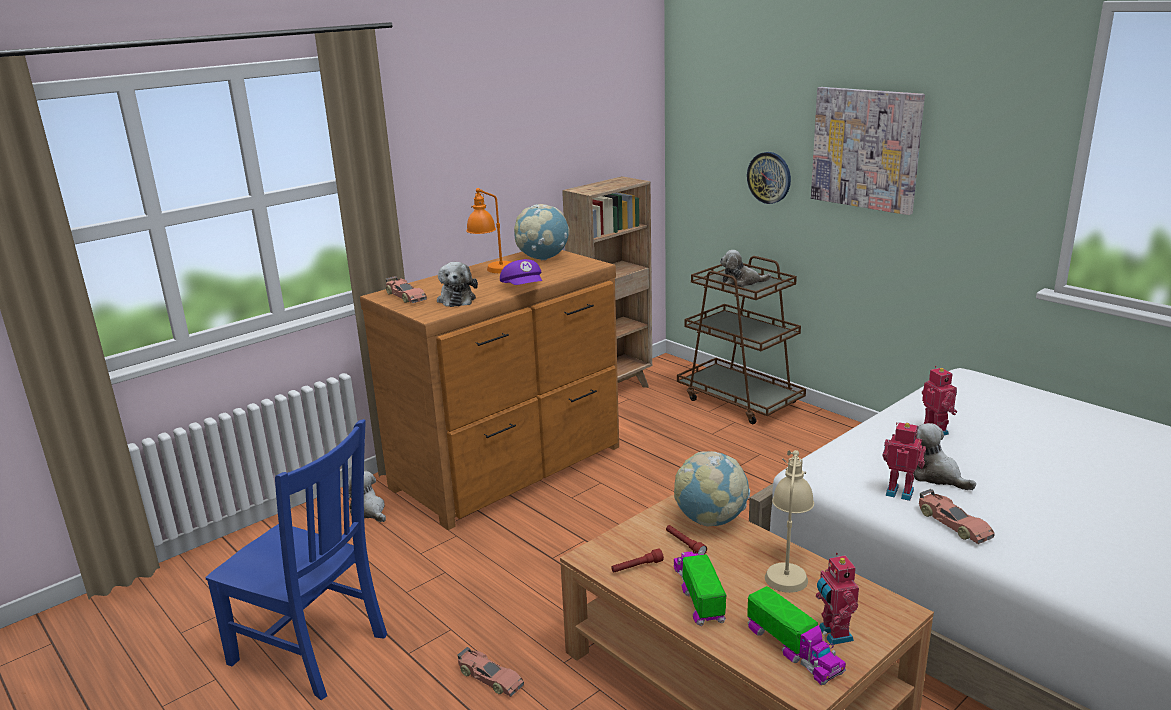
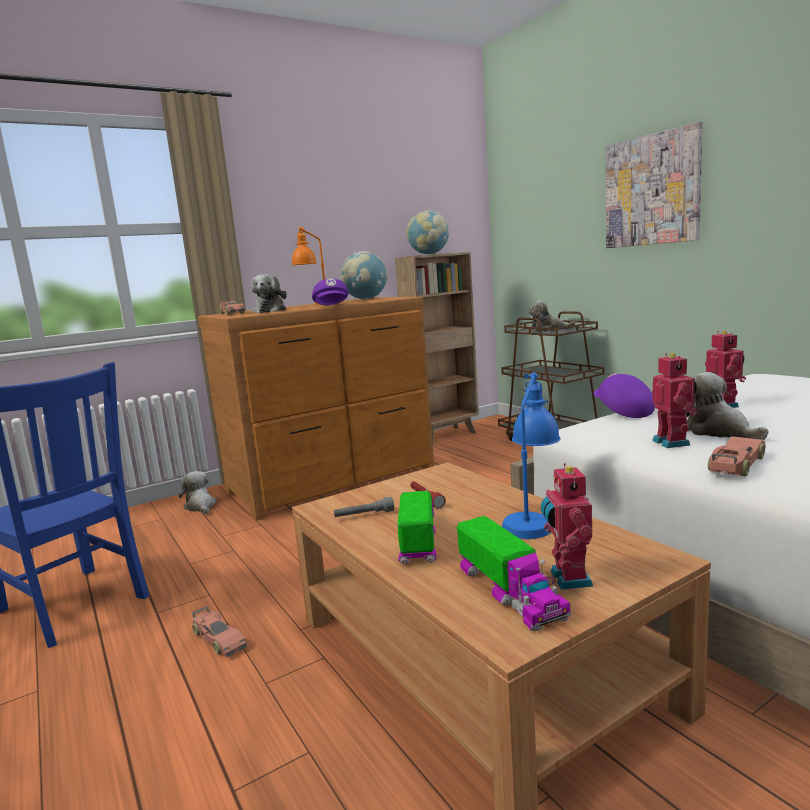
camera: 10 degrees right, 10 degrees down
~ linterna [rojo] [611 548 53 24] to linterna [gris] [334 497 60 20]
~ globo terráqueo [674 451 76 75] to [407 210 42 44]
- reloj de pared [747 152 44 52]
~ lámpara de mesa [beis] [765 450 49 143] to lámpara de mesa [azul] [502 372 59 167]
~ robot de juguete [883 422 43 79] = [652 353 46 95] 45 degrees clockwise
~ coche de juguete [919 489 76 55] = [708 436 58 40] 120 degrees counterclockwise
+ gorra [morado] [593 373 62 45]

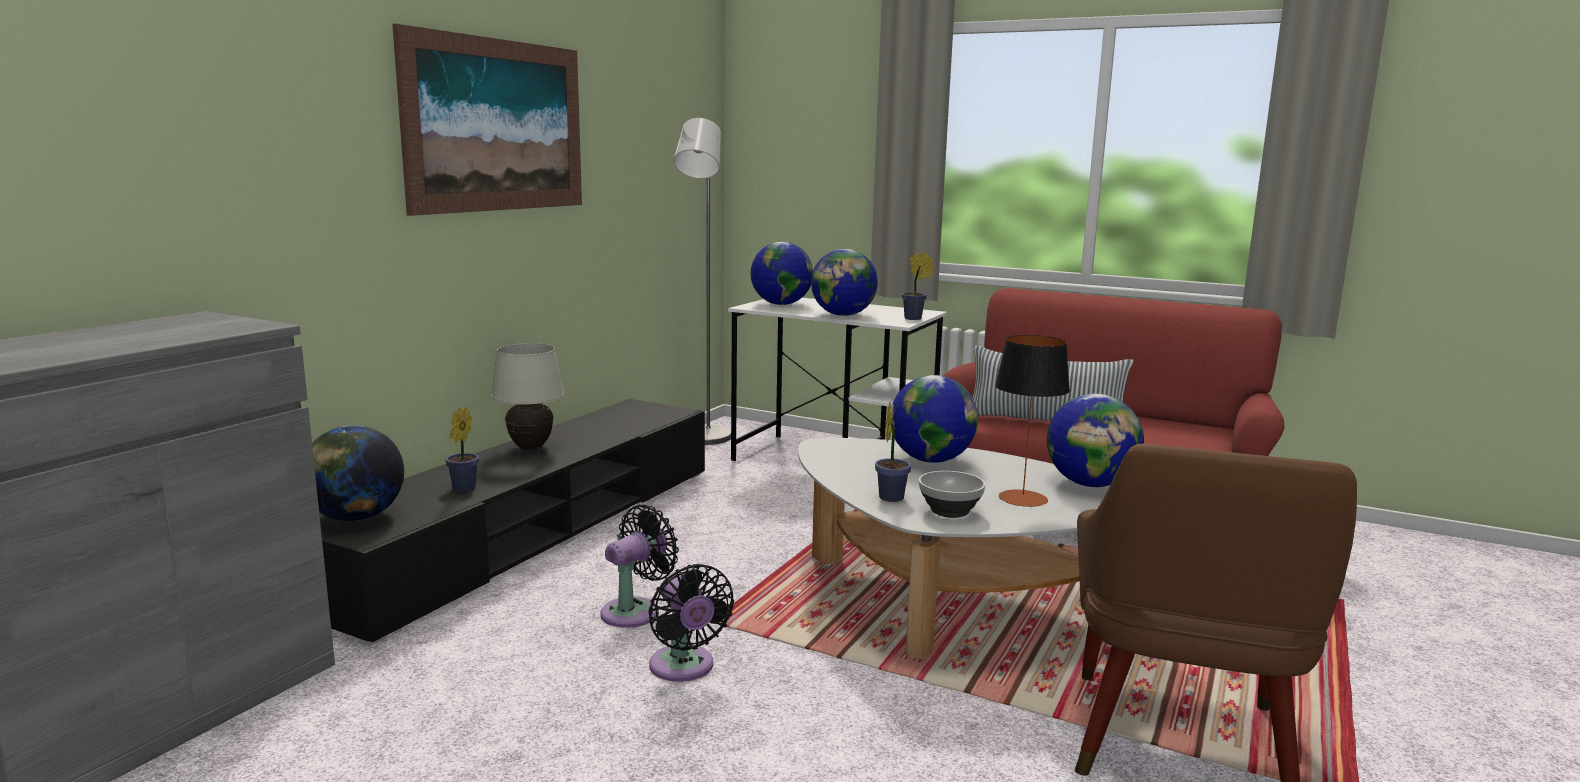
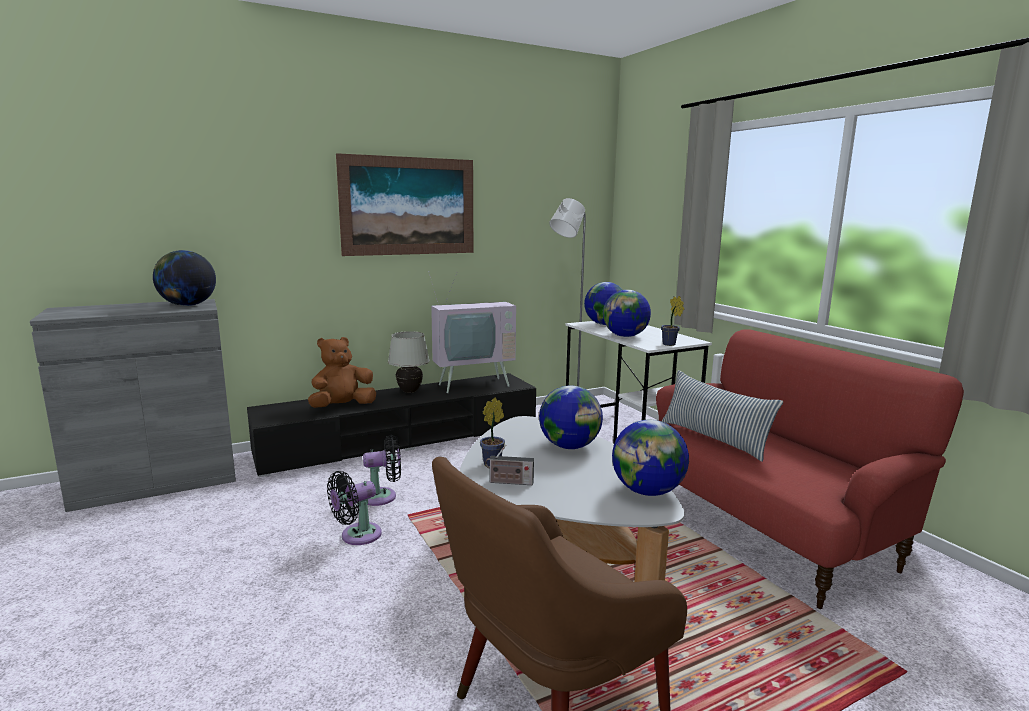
camera: 35 degrees right, 0 degrees up
~ globo terráqueo [312 425 92 96] to [153 250 63 56]
~ planta en maceta [445 407 34 84] to peluche [marrón] [308 337 68 71]
~ ventilador [negro] [649 564 85 118] = [327 471 55 74] 45 degrees clockwise
~ cuenco [919 471 66 47] to radio [485 445 49 40]
- lámpara de mesa [995 335 75 172]
+ televisor [428 271 88 122]

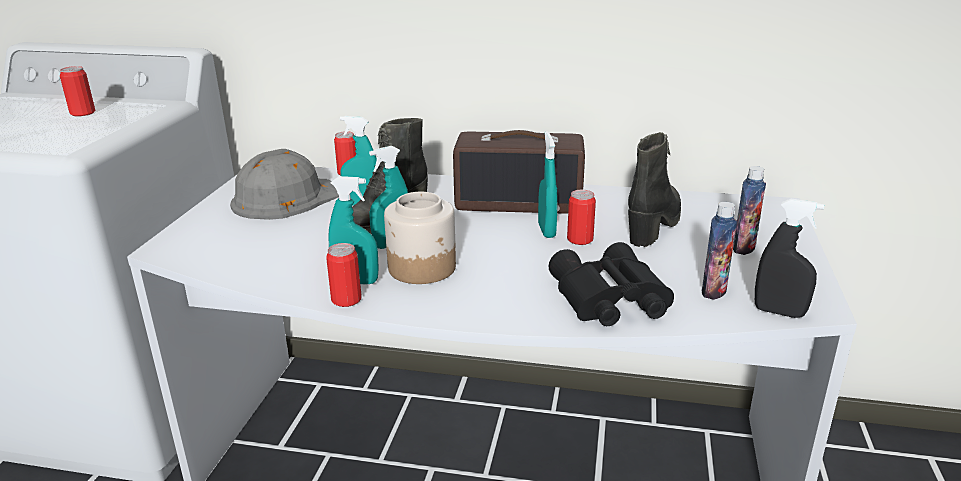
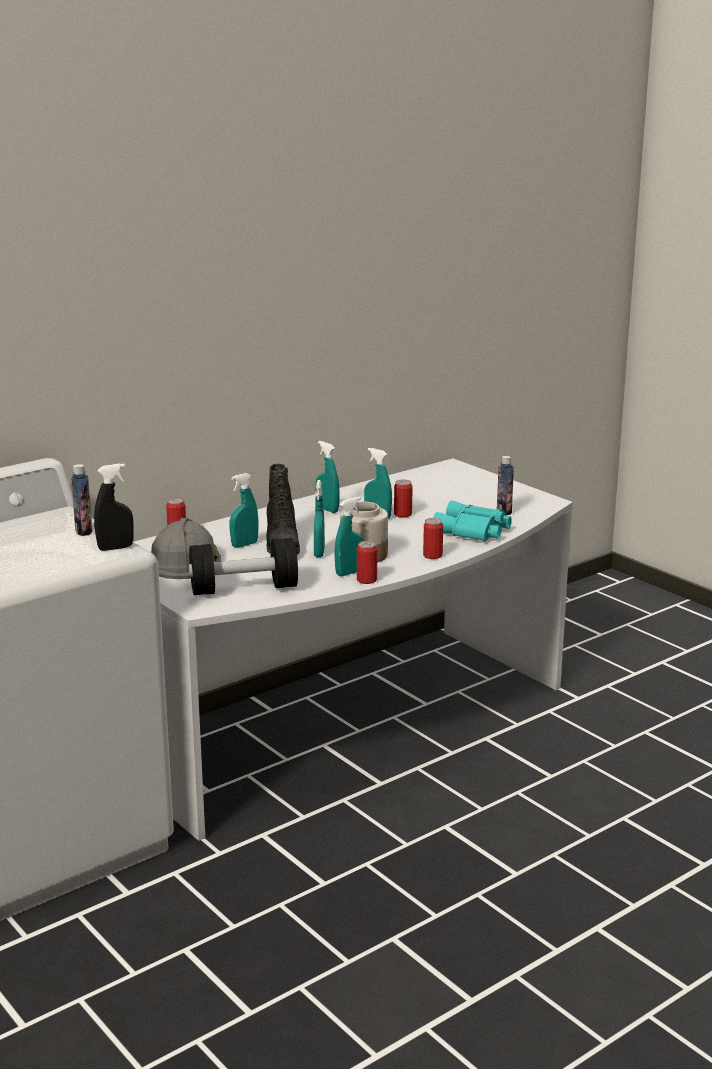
camera: 50 degrees left, 5 degrees down
~ lata [60 66 35 50] to [423 518 20 41]
~ radio [453 130 132 84] to pulverizador [turquesa] [315 441 25 72]
~ prismáticos [negro] [549 242 125 84] to prismáticos [turquesa] [433 500 79 41]
- bota [negro] [628 132 53 115]
~ botella [733 166 33 89] to [71 464 21 72]
~ pulverizador [negro] [755 199 69 119] to [94 464 39 87]
+ mancuerna [negro] [189 538 109 57]

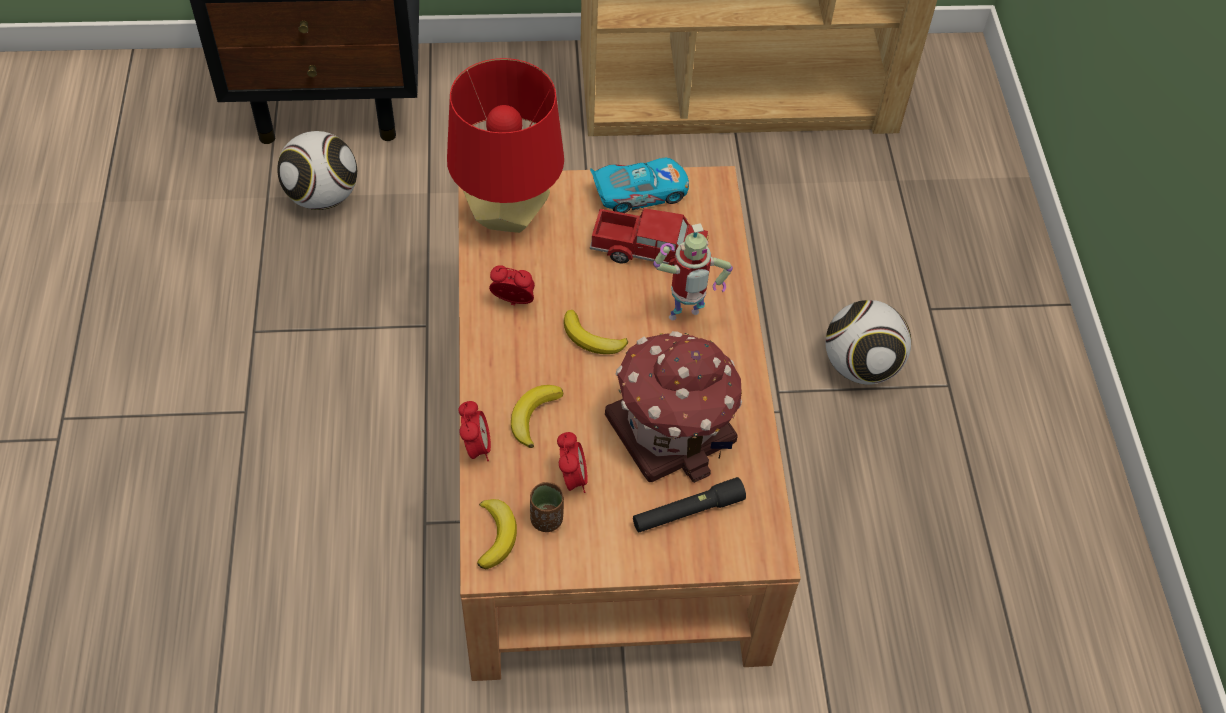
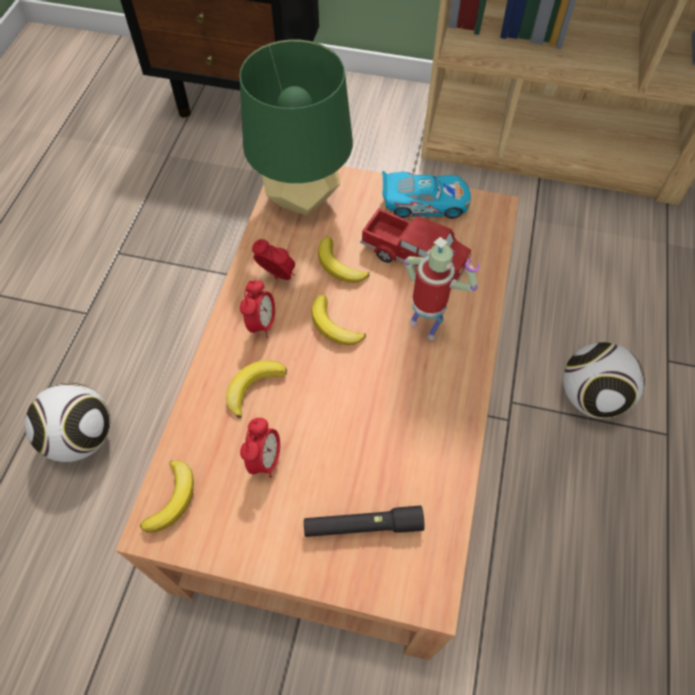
camera: 20 degrees right, 5 degrees up
~ balón de fútbol [277 131 80 79] to [25 383 85 79]
~ lámpara de mesa [rojo] [447 58 117 175] to lámpara de mesa [verde] [240 40 113 176]
~ despertador [458 401 33 60] to [240 280 35 58]
- taza [marrón] [530 482 34 50]
- casita [605 331 138 152]
~ robot de juguete [653 223 80 97] = [404 237 76 103] 135 degrees counterclockwise
+ plátano [318 237 51 46]

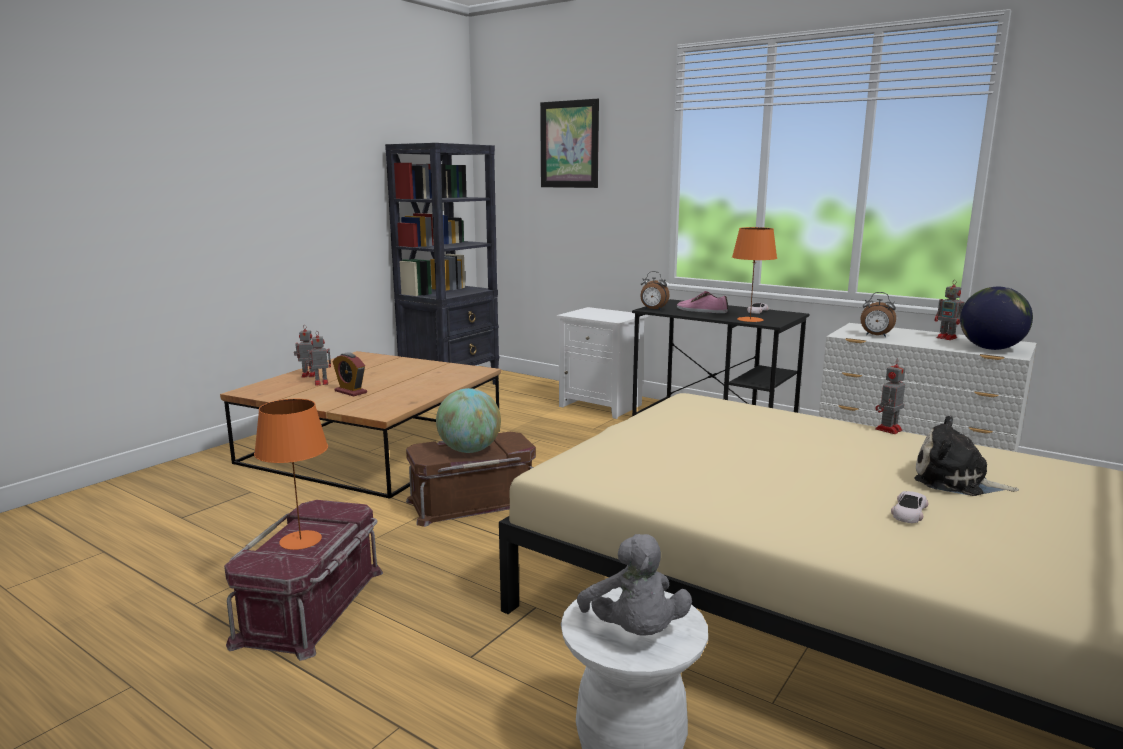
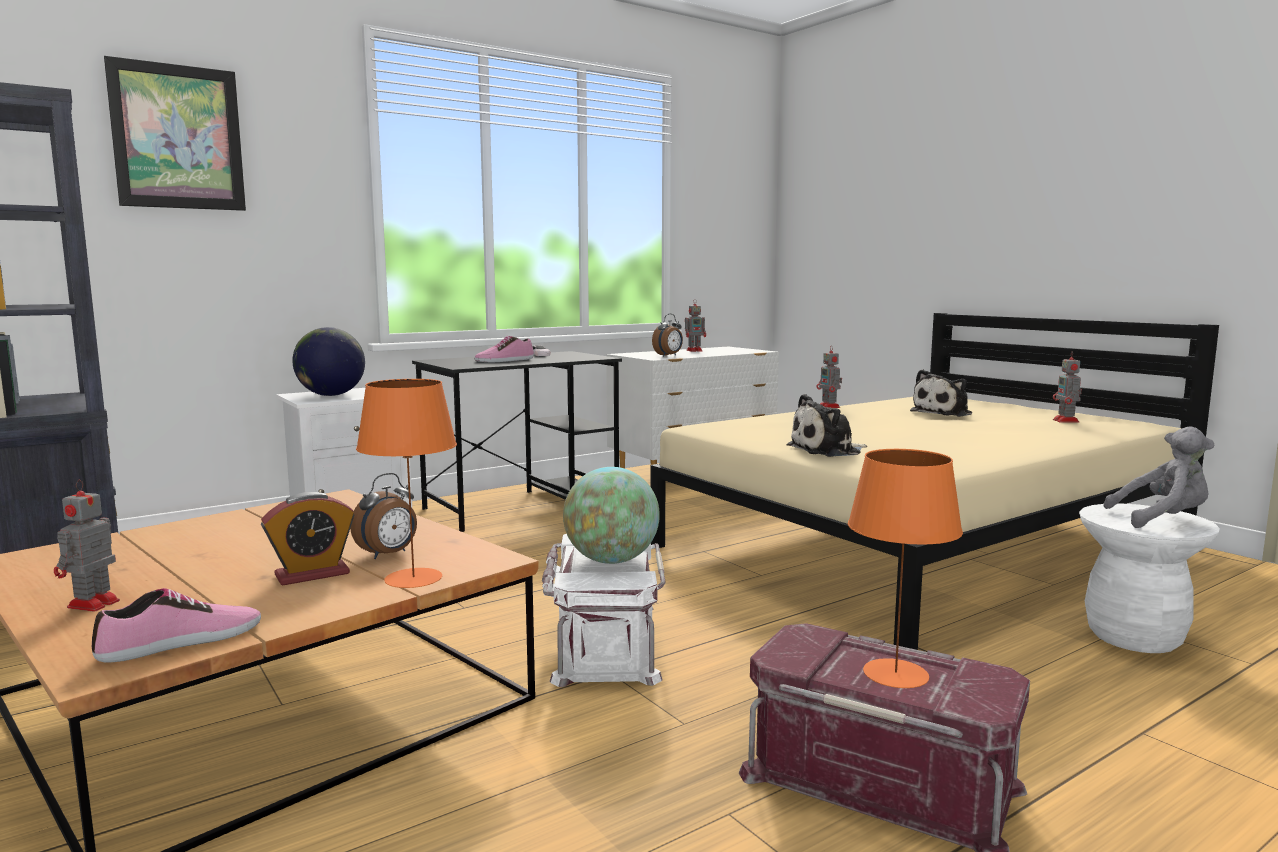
camera: 70 degrees left, 5 degrees down
~ robot de juguete [306 332 25 54] to [1053 351 29 72]
~ caja de almacenaje [marrón] [406 432 130 95] to caja de almacenaje [blanco] [542 534 124 153]
~ despertador [640 271 30 40] to [350 473 67 86]
~ lámpara de mesa [naranja] [732 227 45 95] to [356 379 101 209]
- coche de juguete [blanco] [891 491 38 32]
~ globo terráqueo [960 287 73 63] to [292 327 73 69]
+ zapato [92 588 169 75]
+ peluche [787 394 80 63]

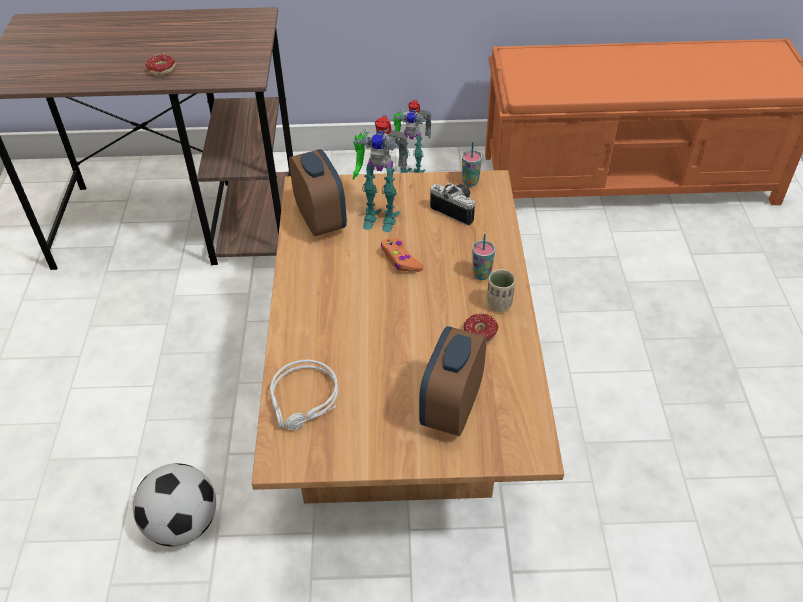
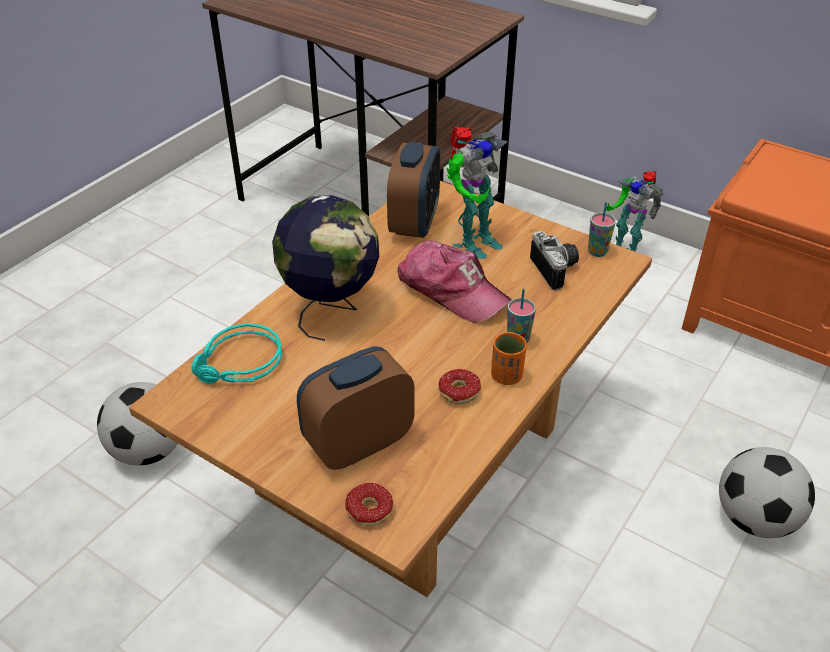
camera: 35 degrees right, 5 degrees down
~ rosquilla [145 55 30 21] to [345 483 49 43]
~ auriculares [gris] [269 360 69 70] to auriculares [turquesa] [192 323 90 61]
~ robot de juguete [352 115 56 117] = [447 126 61 133] 90 degrees counterclockwise
~ mando de consola [naranja] [381 238 43 34] to gorra [397 240 114 83]
~ taza [beis] [487 269 28 43] to taza [naranja] [491 332 36 53]
+ globo terráqueo [272 195 107 146]
+ balón de fútbol [719 447 96 91]

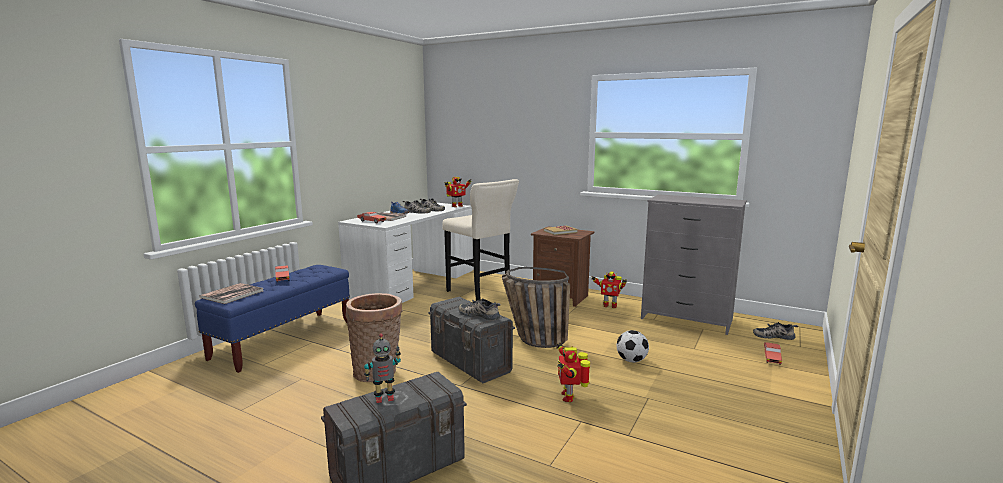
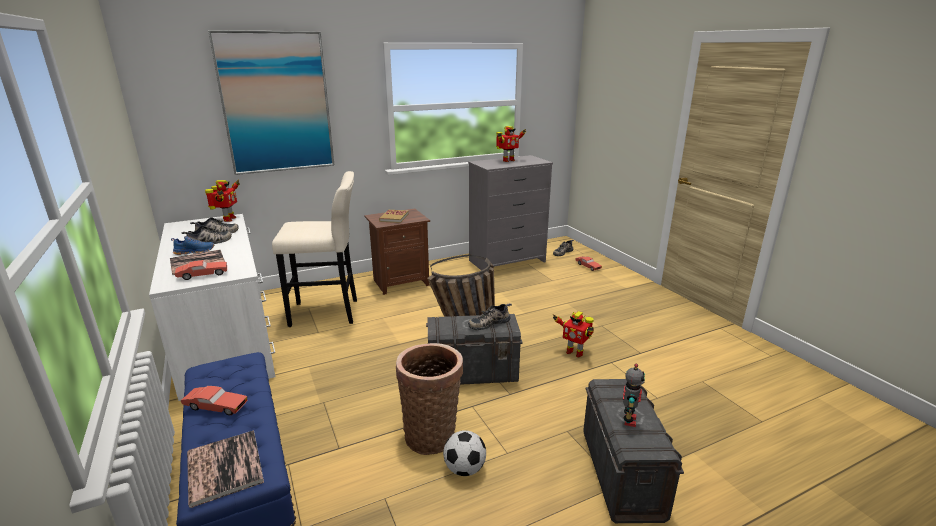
camera: 55 degrees left, 10 degrees up
~ robot de juguete [591 271 36 37] to [496 126 30 36]
~ balón de fútbol [617 330 32 32] to [443 430 43 46]
+ cuadro [208 30 126 145]

